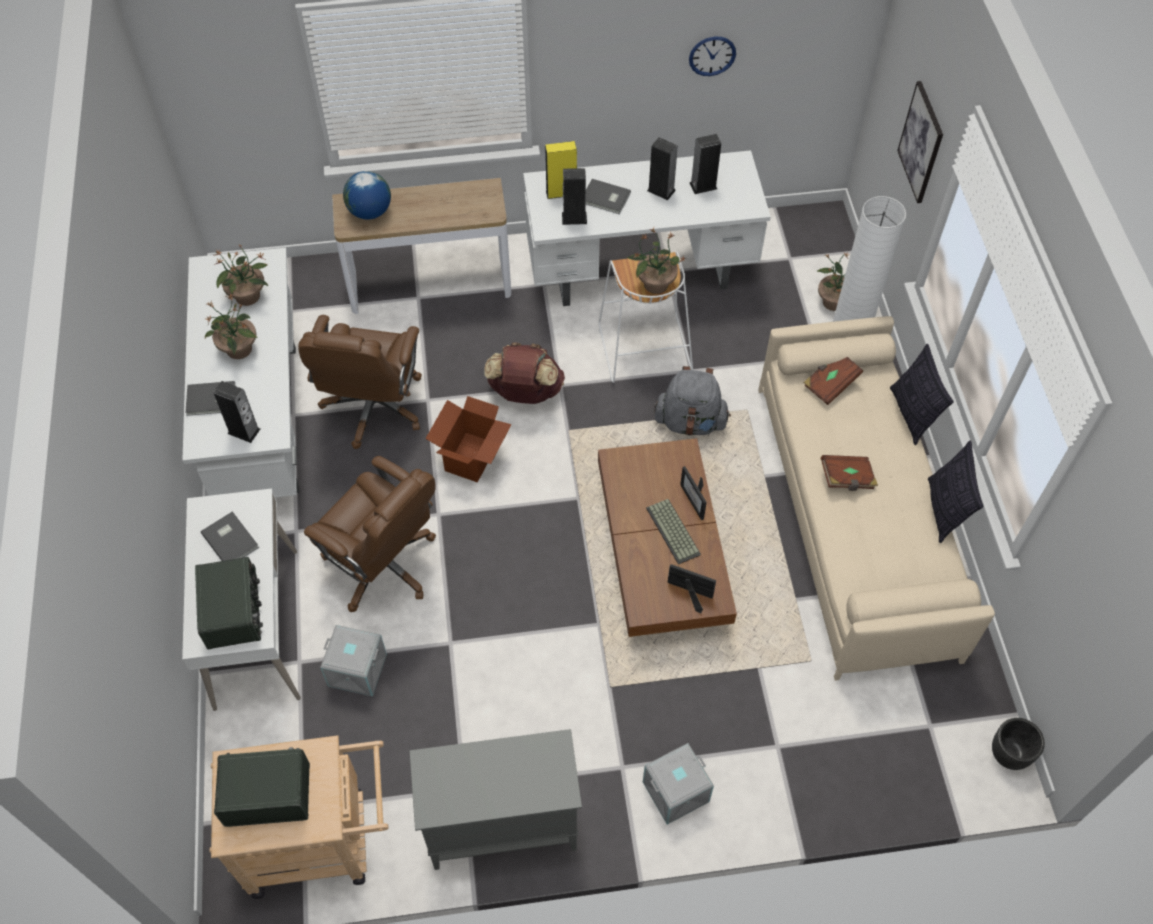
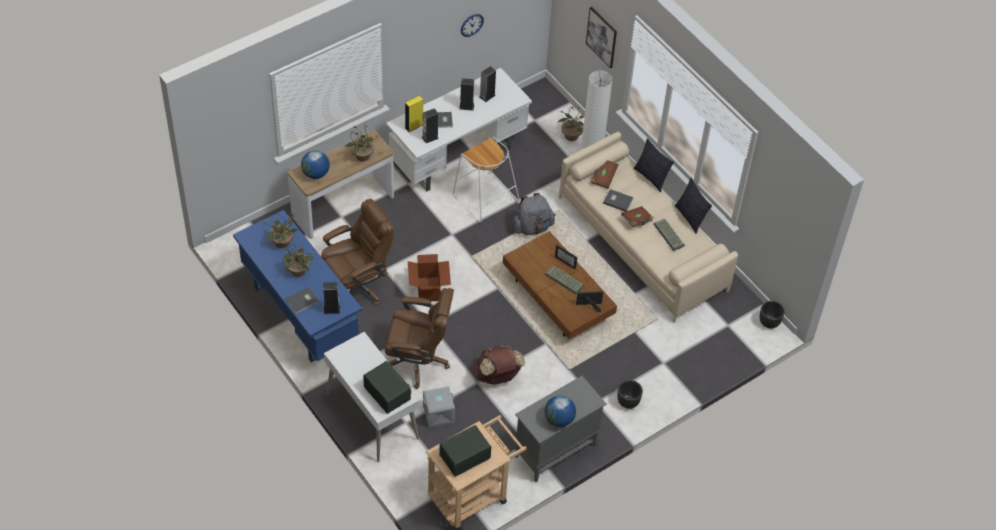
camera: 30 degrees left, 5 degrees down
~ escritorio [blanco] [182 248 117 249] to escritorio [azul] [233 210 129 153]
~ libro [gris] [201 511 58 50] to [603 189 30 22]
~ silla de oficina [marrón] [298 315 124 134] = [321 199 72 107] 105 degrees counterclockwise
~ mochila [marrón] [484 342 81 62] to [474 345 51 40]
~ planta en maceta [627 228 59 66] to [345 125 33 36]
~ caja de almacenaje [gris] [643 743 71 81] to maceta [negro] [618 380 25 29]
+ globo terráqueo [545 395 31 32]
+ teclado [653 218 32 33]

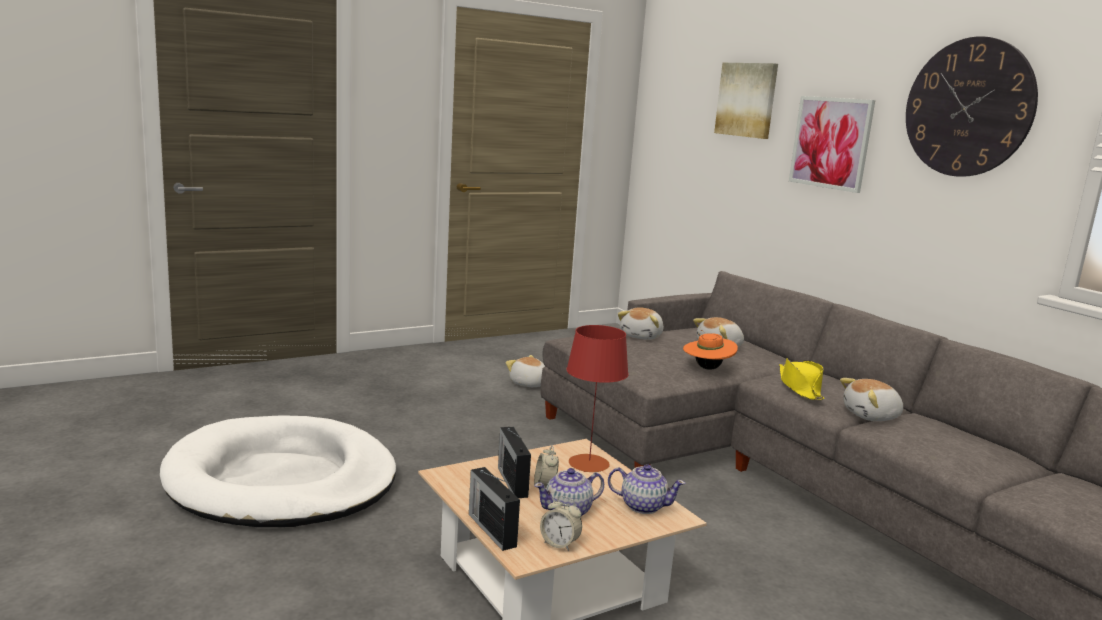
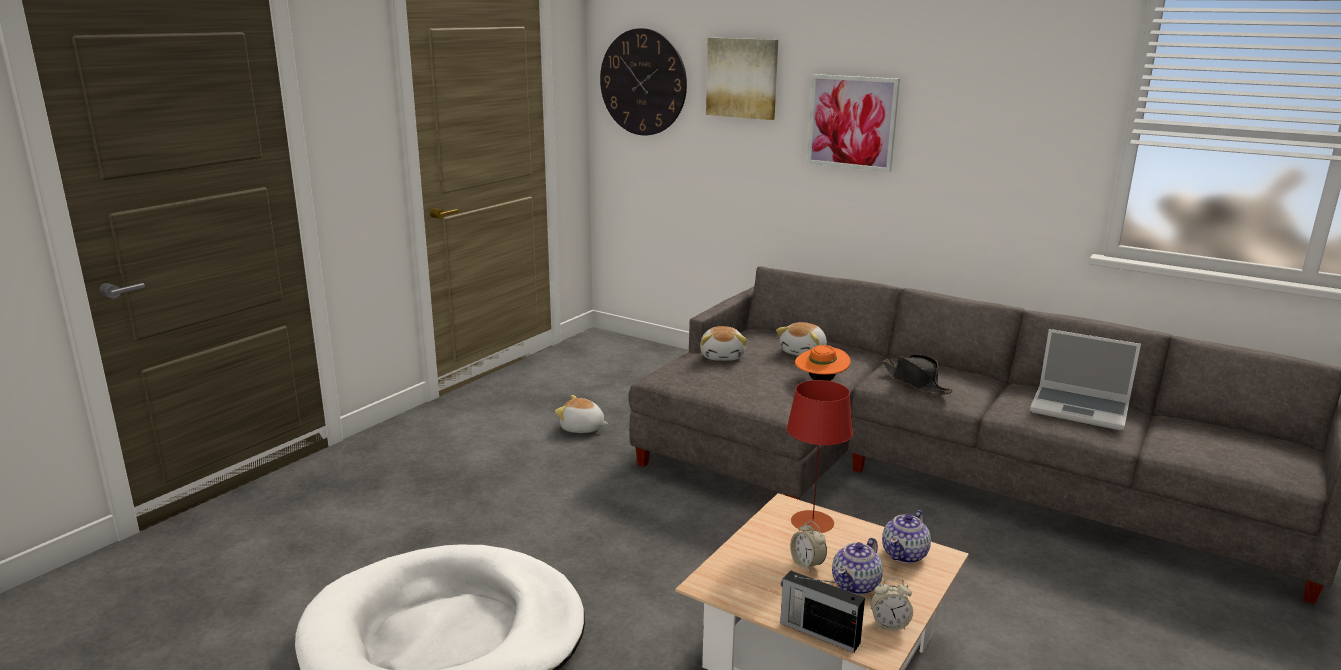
camera: 25 degrees left, 5 degrees up
- radio [498 427 33 71]
~ tetera [608 464 78 50] = [882 510 49 54] 135 degrees clockwise
~ sombrero [amarillo] [779 358 46 42] to sombrero [negro] [882 354 71 40]
- peluche [840 378 63 43]
~ reloj de pared [906 36 132 141] to [600 28 87 107]
+ portátil [1030 329 111 101]

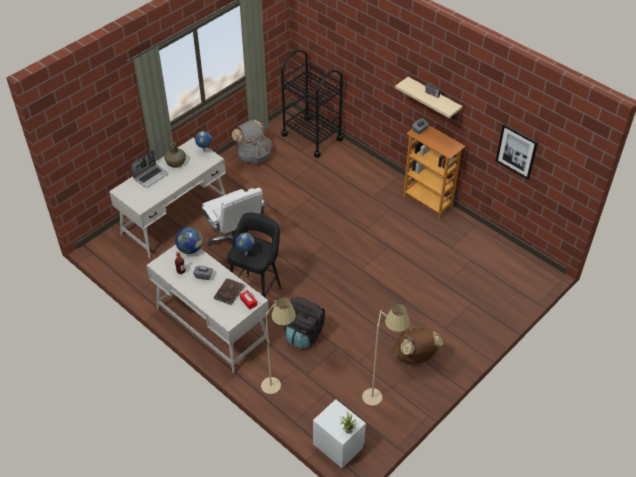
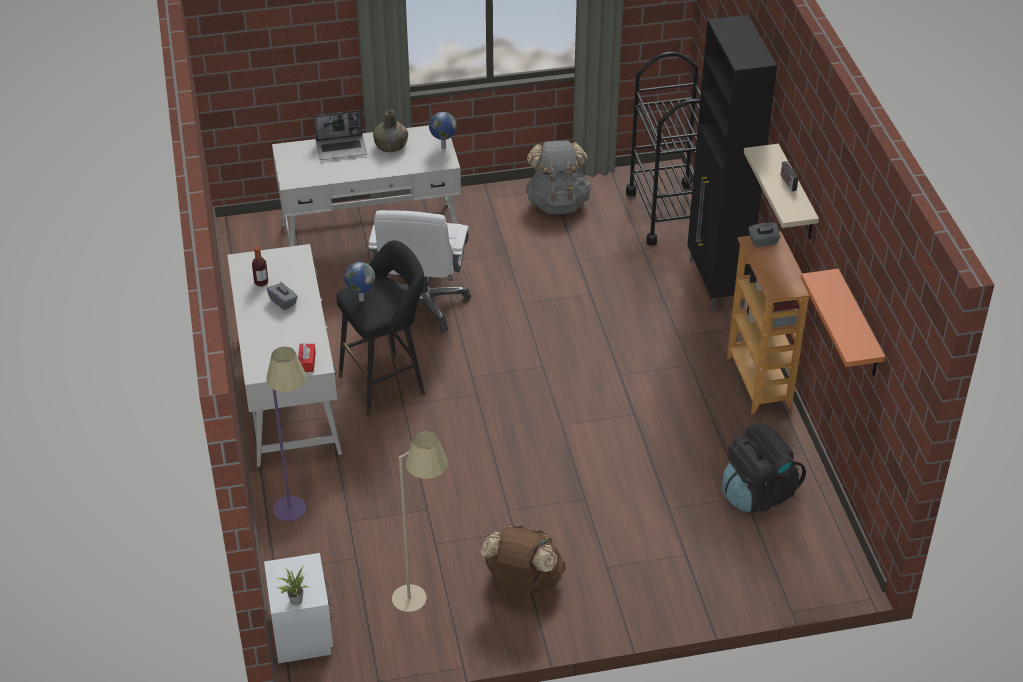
camera: 35 degrees right, 5 degrees down
- globo terráqueo [175 227 28 27]
- libro [marrón] [214 278 31 27]
~ lámpara de pie [beis] [261 298 35 96] to lámpara de pie [morado] [266 346 40 175]
~ mochila [negro] [284 297 41 51] to [722 423 84 90]
~ cuadro [496 124 42 56] to estante [naranja] [801 269 84 107]
+ armario [negro] [687 15 90 296]

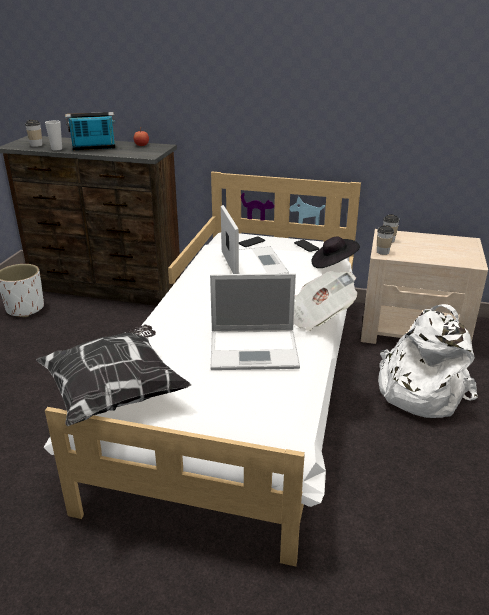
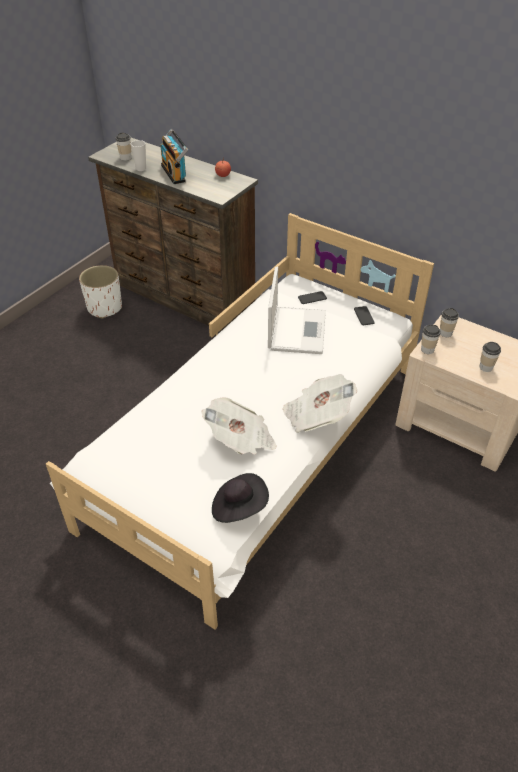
camera: 20 degrees right, 15 degrees up
- cojín [36 324 155 102]
~ radio [65 112 51 38] = [160 129 28 55] 120 degrees counterclockwise
~ portátil [210 273 90 97] to periódico [202 398 75 56]
~ sombrero [negro] [312 237 48 31] to [212 473 57 50]
- mochila [blanco] [378 304 100 114]
+ taza [479 342 22 30]

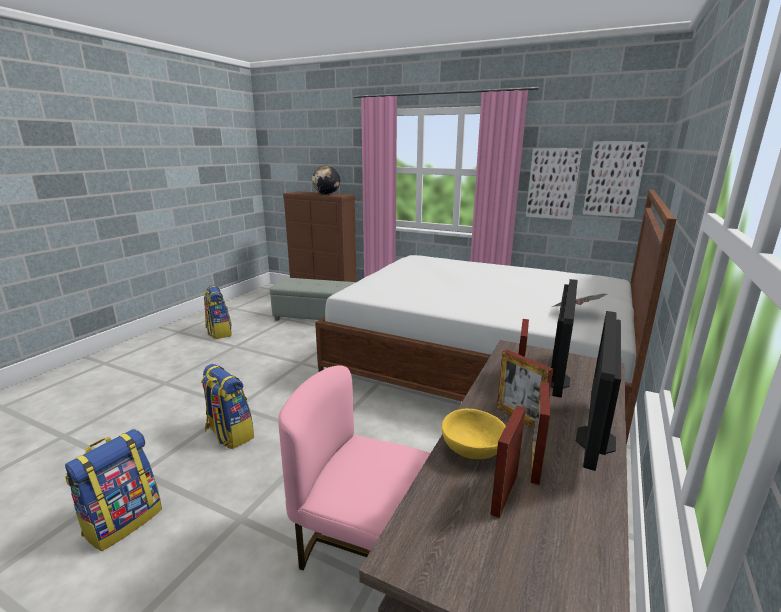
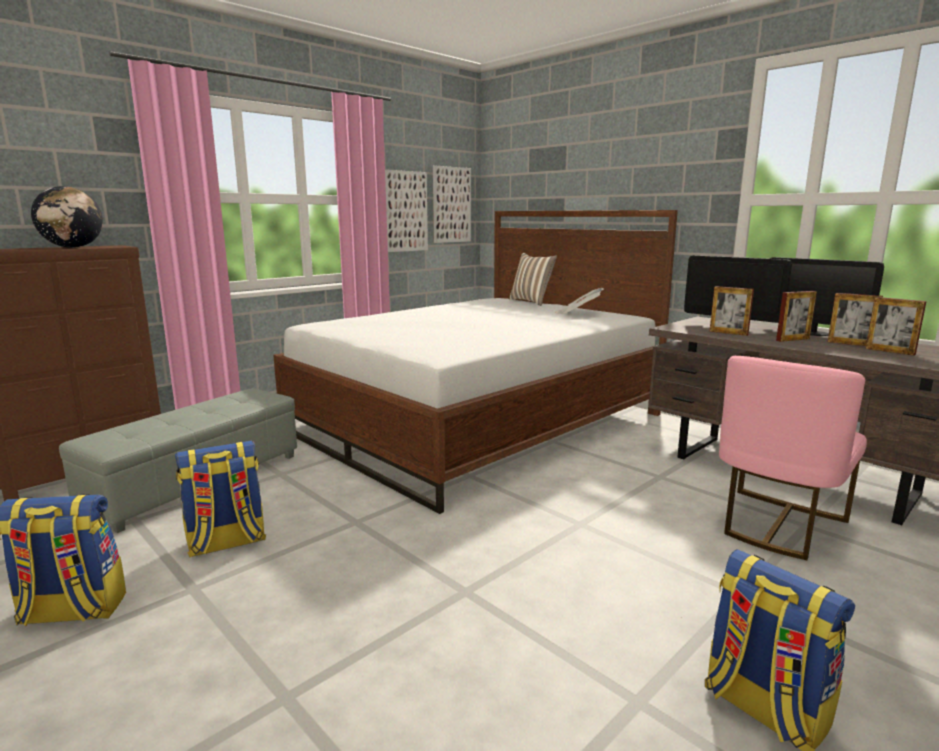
camera: 70 degrees left, 5 degrees down
~ mochila [201 364 53 85] to [175 441 91 116]
- cuenco [amarillo] [442 409 64 50]
+ cojín [509 253 48 53]

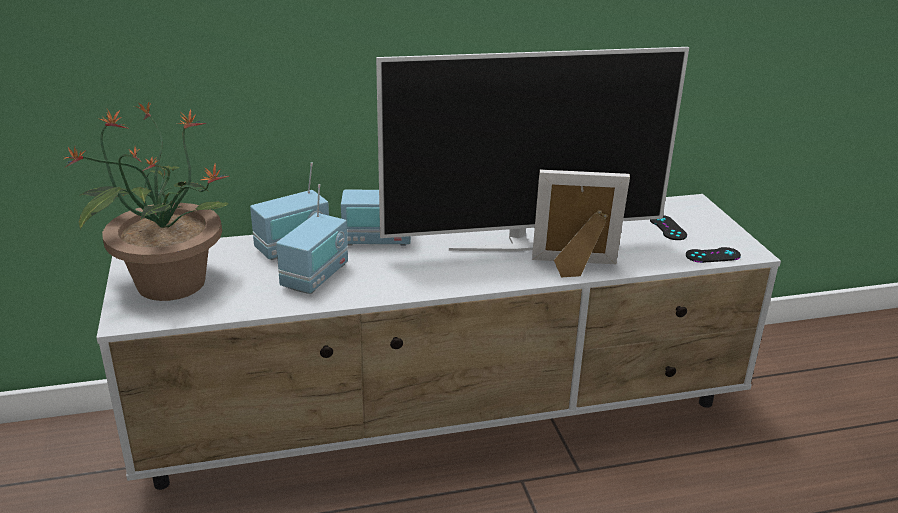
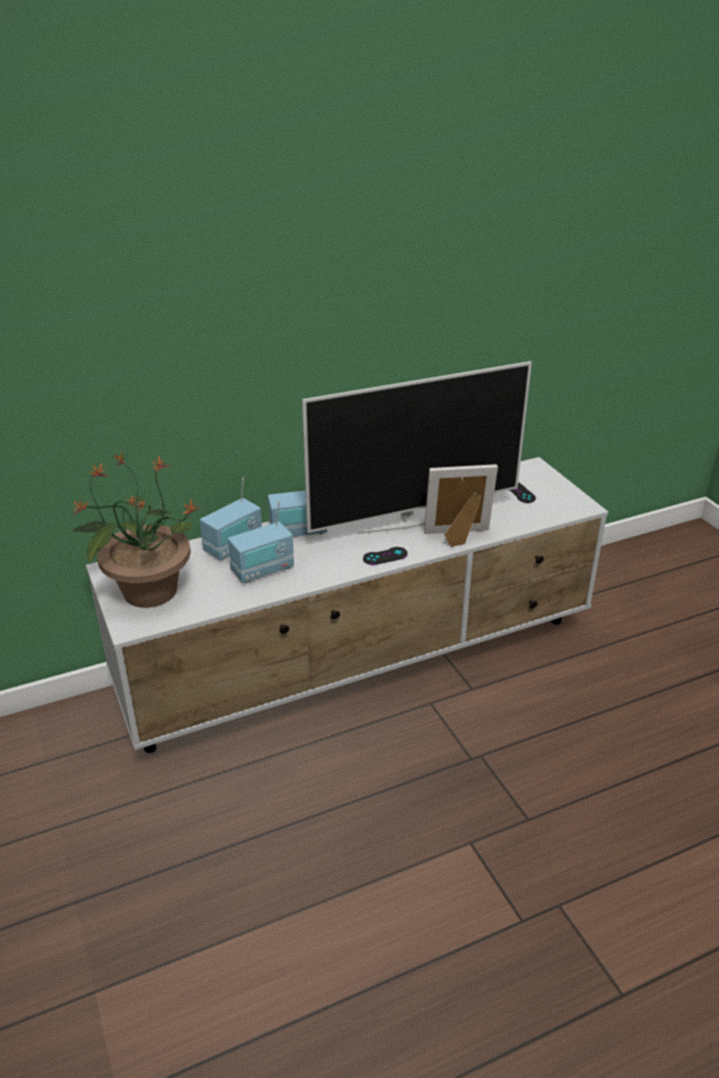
camera: 10 degrees left, 5 degrees up
~ radio [276 184 72 110] = [228 501 66 82] 45 degrees clockwise
~ mando de consola [negro] [686 247 55 16] to [363 547 45 18]

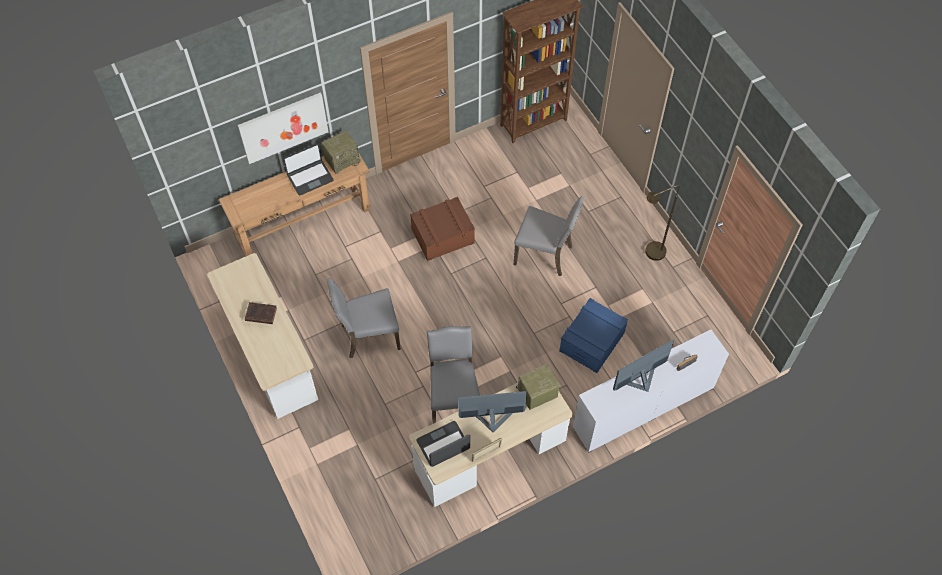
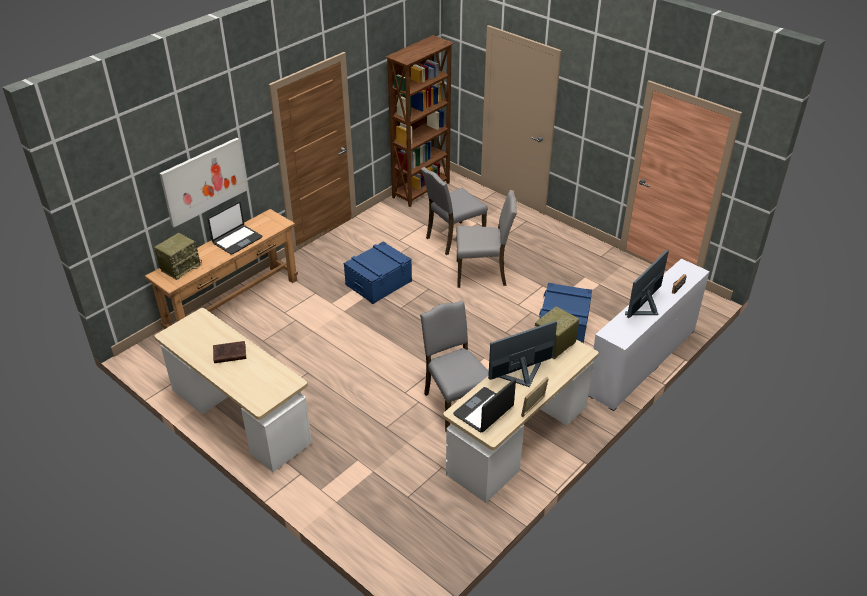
camera: 20 degrees left, 20 degrees down
~ radio [322 130 39 44] to [154 233 48 47]
~ silla [gris] [327 278 74 80] to [421 167 67 88]
~ caja de almacenaje [marrón] [410 197 65 64] to caja de almacenaje [azul] [344 241 68 63]
- lámpara de pie [marrón] [645 185 35 76]

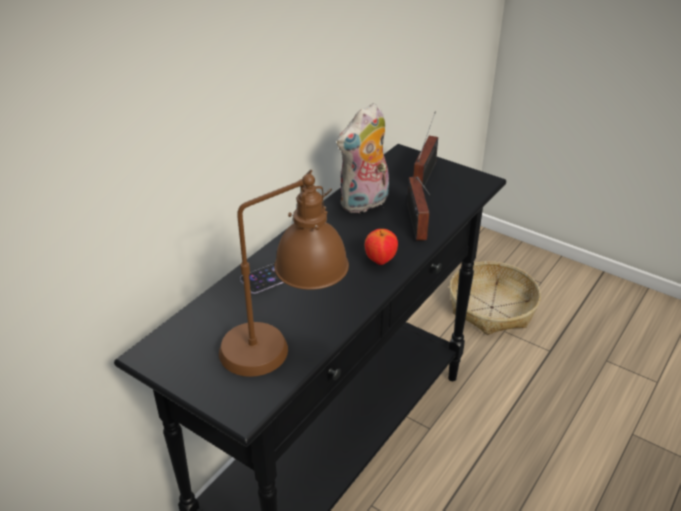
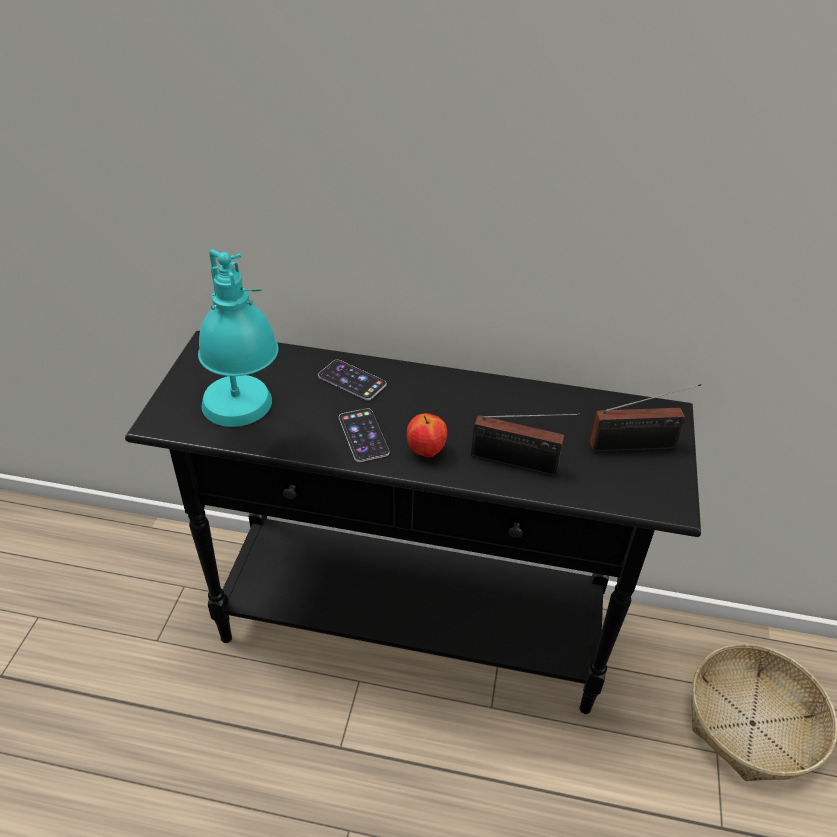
camera: 65 degrees right, 5 degrees up
~ lámpara de mesa [marrón] [219 170 130 207] to lámpara de mesa [turquesa] [198 249 80 178]
- peluche [337 103 52 110]
~ radio [407 177 23 64] = [471 413 109 63] 135 degrees counterclockwise
+ móvil [339 408 51 54]

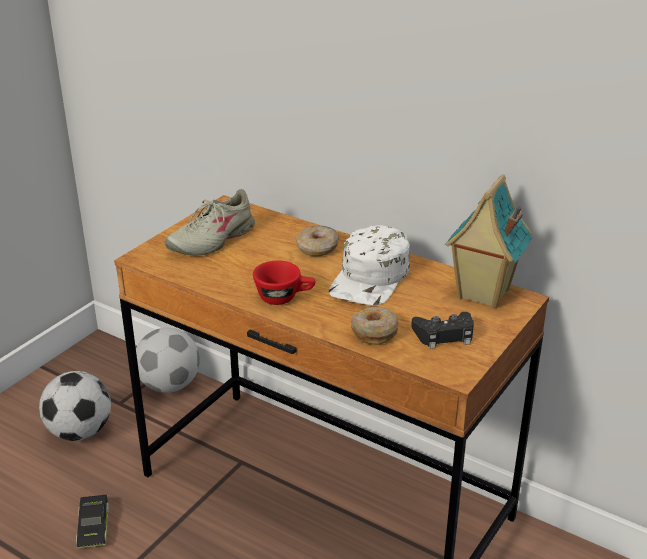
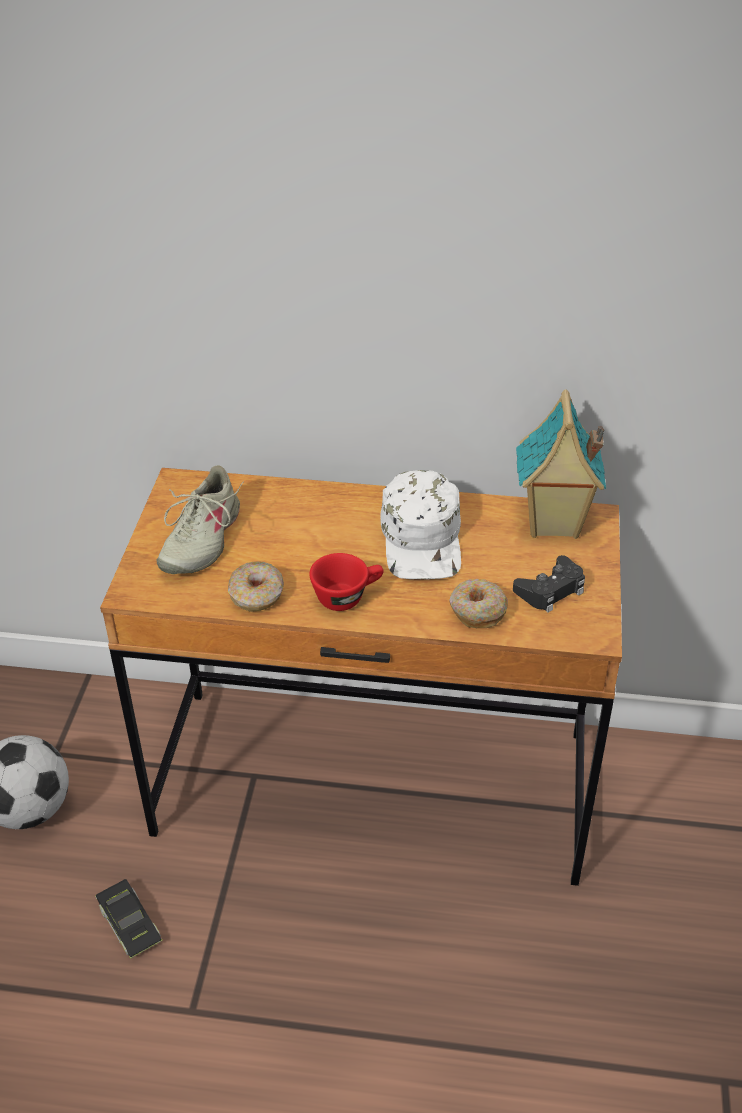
camera: 25 degrees left, 10 degrees up
- balón de fútbol [136 328 64 65]
~ rosquilla [296 225 43 31] to [228 561 56 51]

